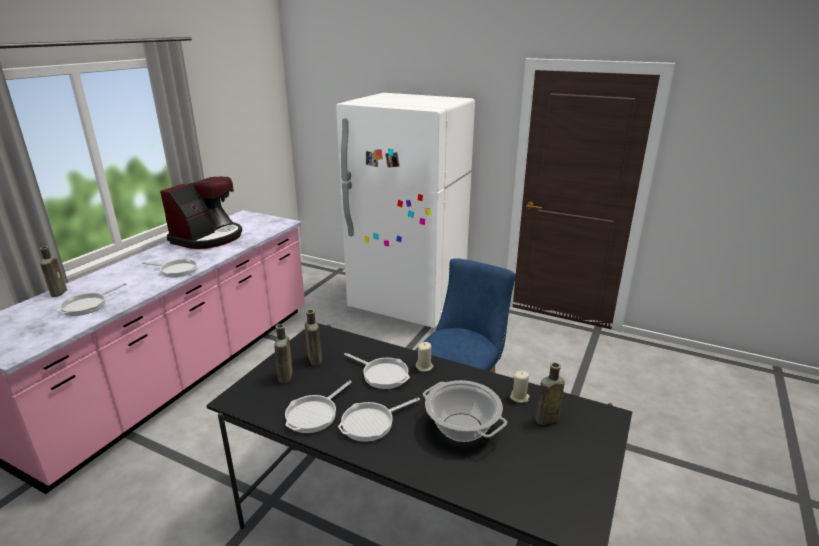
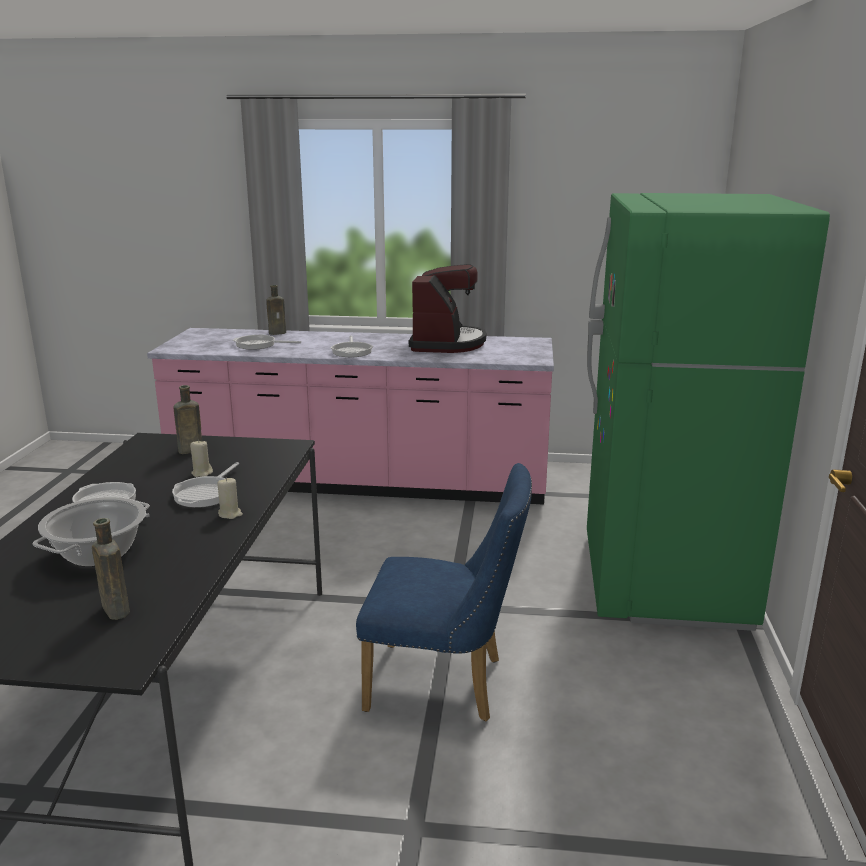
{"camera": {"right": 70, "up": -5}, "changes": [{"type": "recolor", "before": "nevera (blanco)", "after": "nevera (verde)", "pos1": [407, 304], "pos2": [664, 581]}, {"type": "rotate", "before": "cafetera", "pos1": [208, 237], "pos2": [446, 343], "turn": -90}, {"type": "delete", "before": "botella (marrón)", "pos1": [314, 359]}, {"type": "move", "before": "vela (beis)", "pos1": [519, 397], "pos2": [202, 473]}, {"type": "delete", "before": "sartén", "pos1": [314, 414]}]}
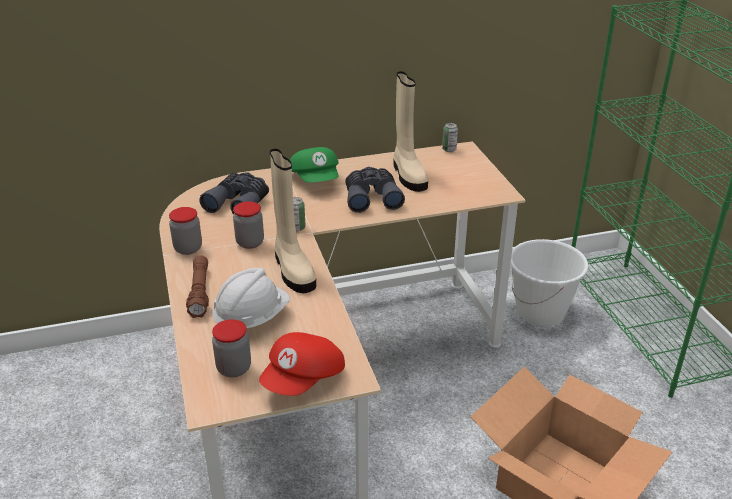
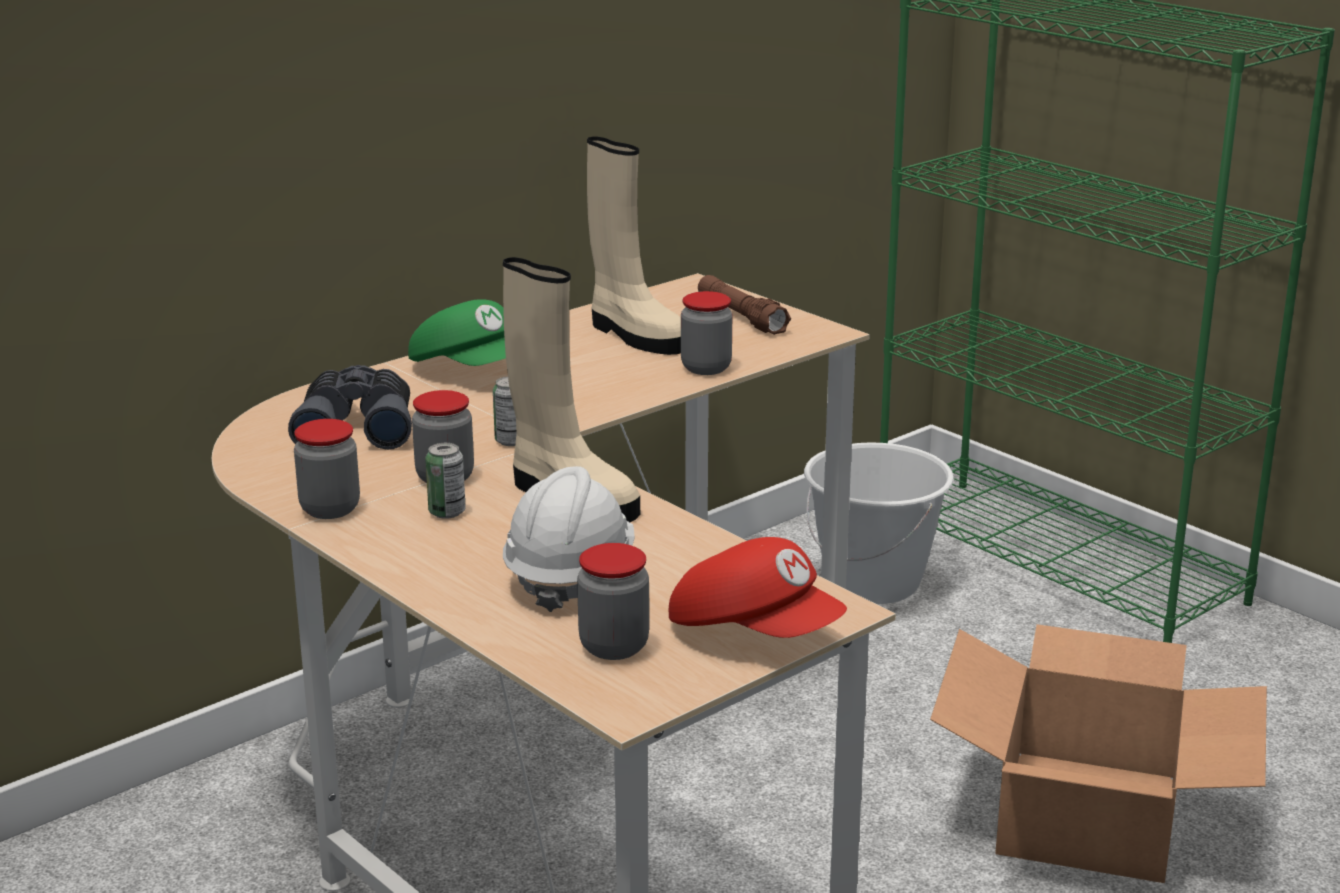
{"camera": {"right": -25, "up": -10}, "changes": [{"type": "move", "before": "lata", "pos1": [449, 149], "pos2": [447, 512]}, {"type": "delete", "before": "prismáticos (gris)", "pos1": [372, 197]}, {"type": "move", "before": "linterna (marrón)", "pos1": [200, 292], "pos2": [741, 317]}, {"type": "rotate", "before": "gorra (rojo)", "pos1": [304, 379], "pos2": [755, 631], "turn": -60}, {"type": "insert", "after": "tarro", "pos2": [706, 368]}]}
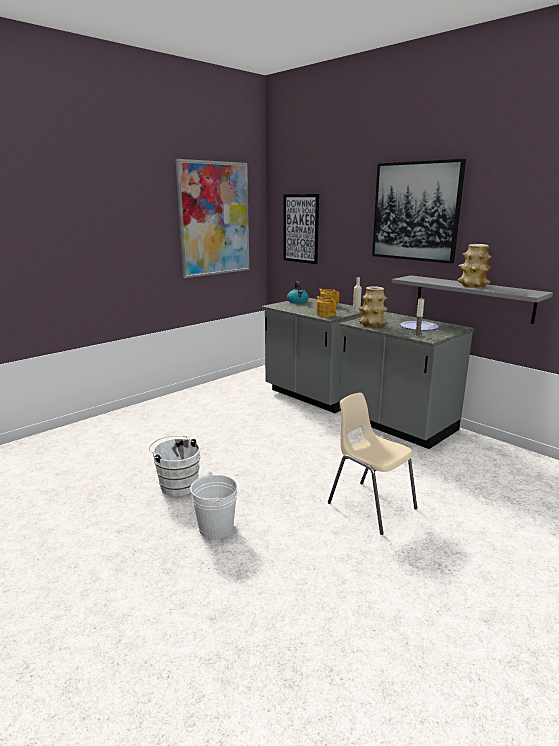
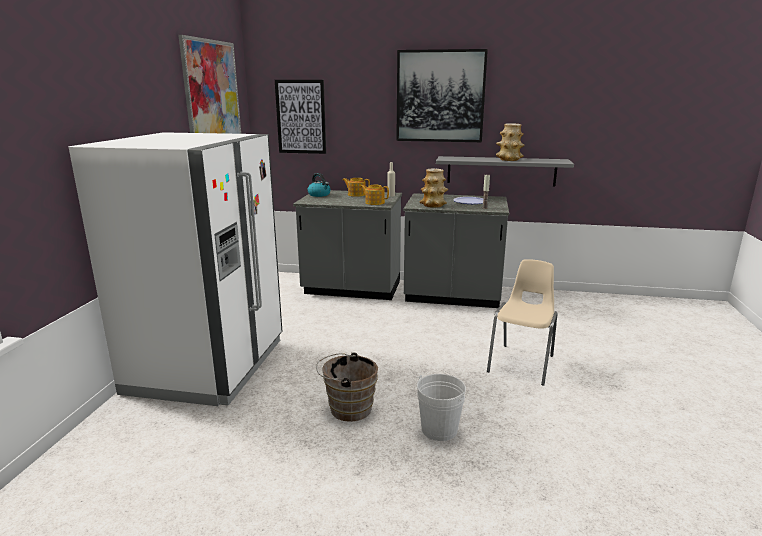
{"camera": {"right": -35, "up": 0}, "changes": [{"type": "rotate", "before": "silla (beis)", "pos1": [370, 506], "pos2": [522, 364], "turn": 105}, {"type": "recolor", "before": "cubo (blanco)", "after": "cubo (marrón)", "pos1": [177, 484], "pos2": [347, 408]}, {"type": "insert", "after": "nevera (blanco)", "pos2": [208, 366]}]}
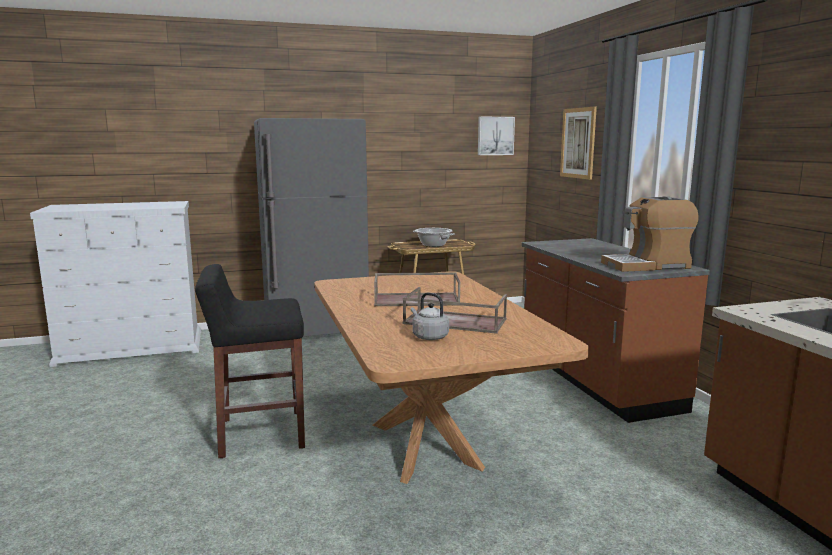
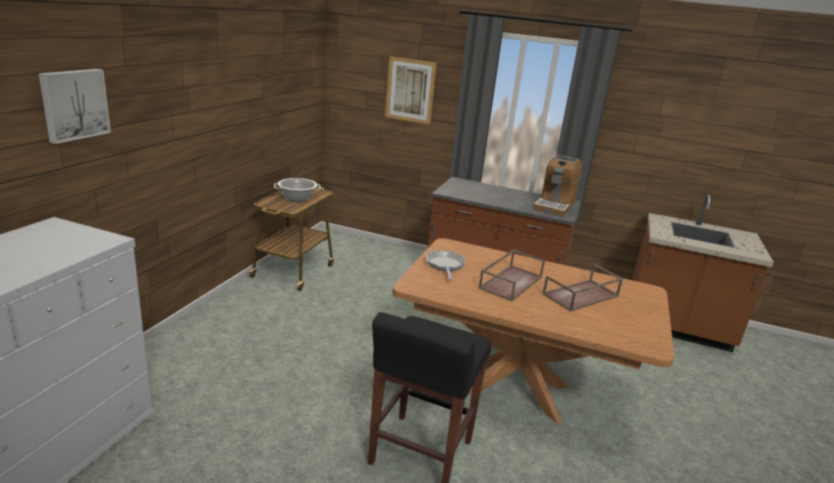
{"camera": {"right": -55, "up": 10}, "changes": [{"type": "move", "before": "cuadro", "pos1": [495, 136], "pos2": [74, 104]}, {"type": "delete", "before": "nevera (gris)", "pos1": [316, 332]}, {"type": "delete", "before": "hervidor (gris)", "pos1": [428, 336]}, {"type": "insert", "after": "sartén", "pos2": [445, 265]}]}
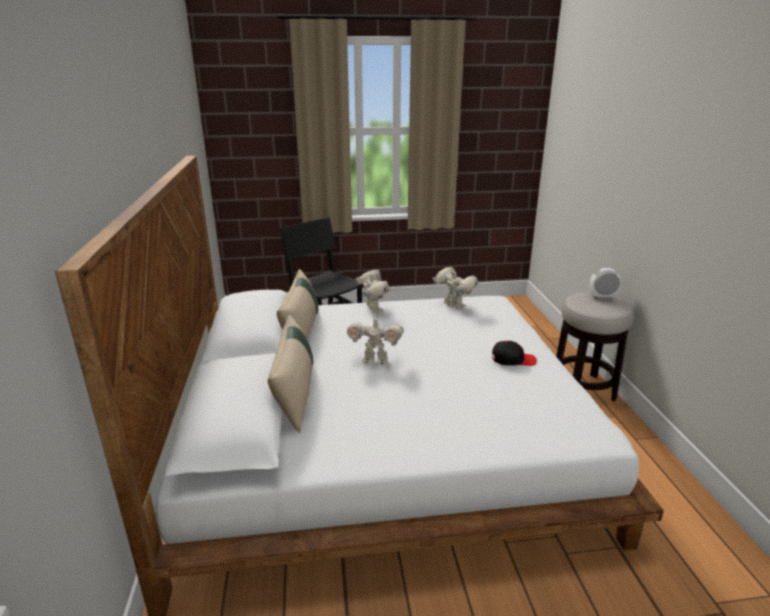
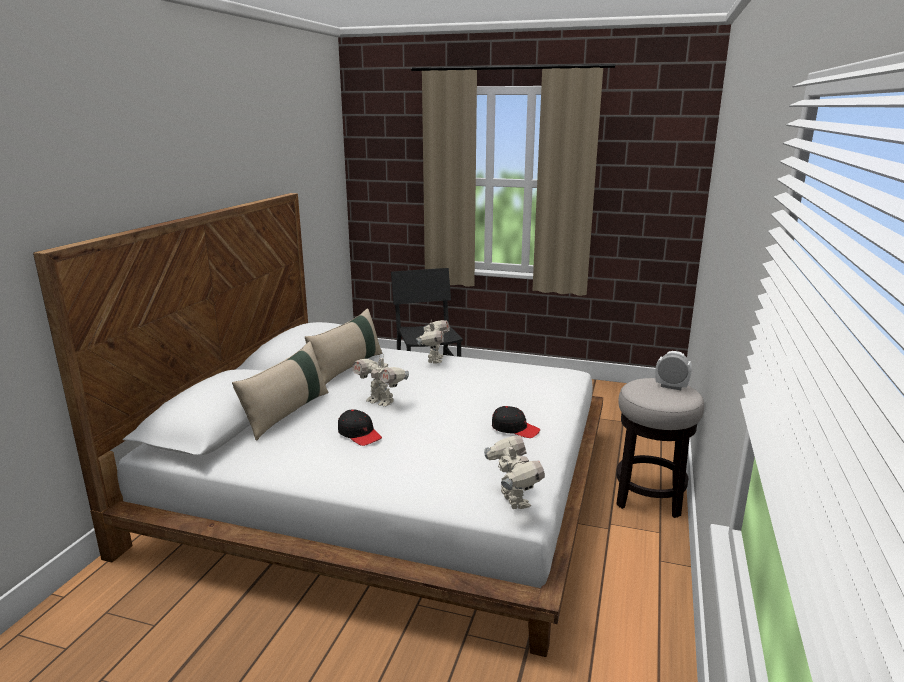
{"camera": {"right": 25, "up": -5}, "changes": [{"type": "move", "before": "robot de juguete", "pos1": [453, 306], "pos2": [512, 501]}, {"type": "insert", "after": "gorra (negro)", "pos2": [359, 434]}]}
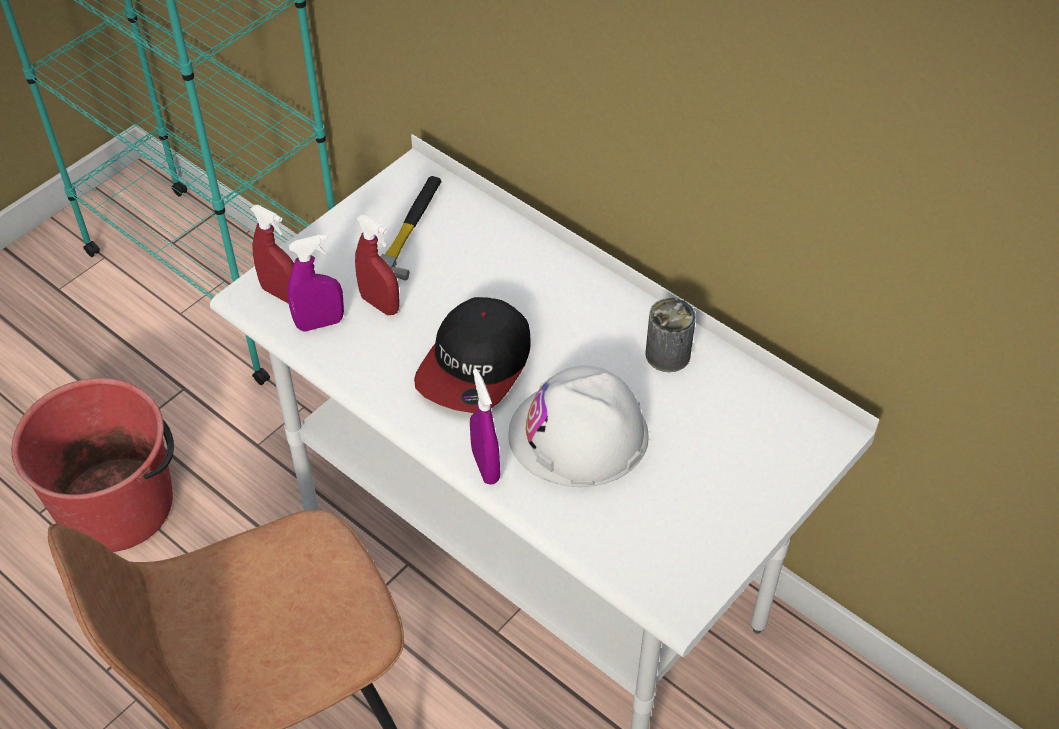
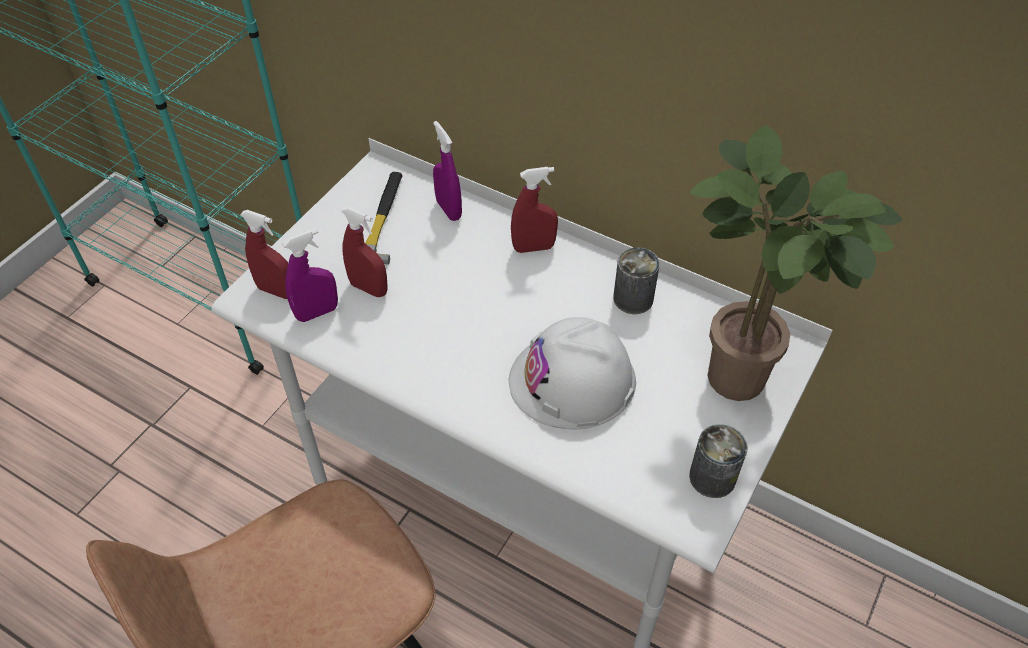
{"camera": {"right": -10, "up": 0}, "changes": [{"type": "delete", "before": "gorra", "pos1": [476, 365]}, {"type": "move", "before": "pulverizador (morado)", "pos1": [485, 466], "pos2": [448, 209]}, {"type": "delete", "before": "cubo (rojo)", "pos1": [117, 503]}, {"type": "insert", "after": "planta en maceta", "pos2": [747, 381]}, {"type": "insert", "after": "pulverizador (rojo)", "pos2": [533, 247]}, {"type": "insert", "after": "lata", "pos2": [712, 477]}]}
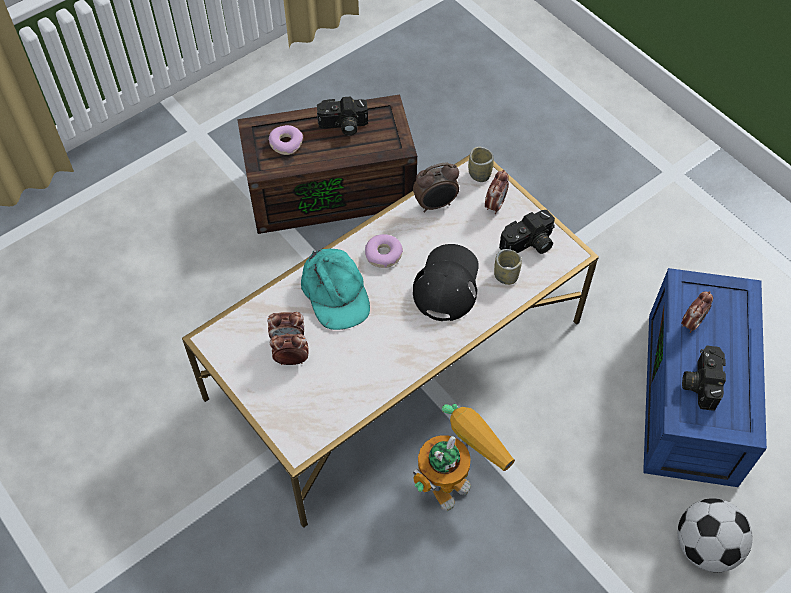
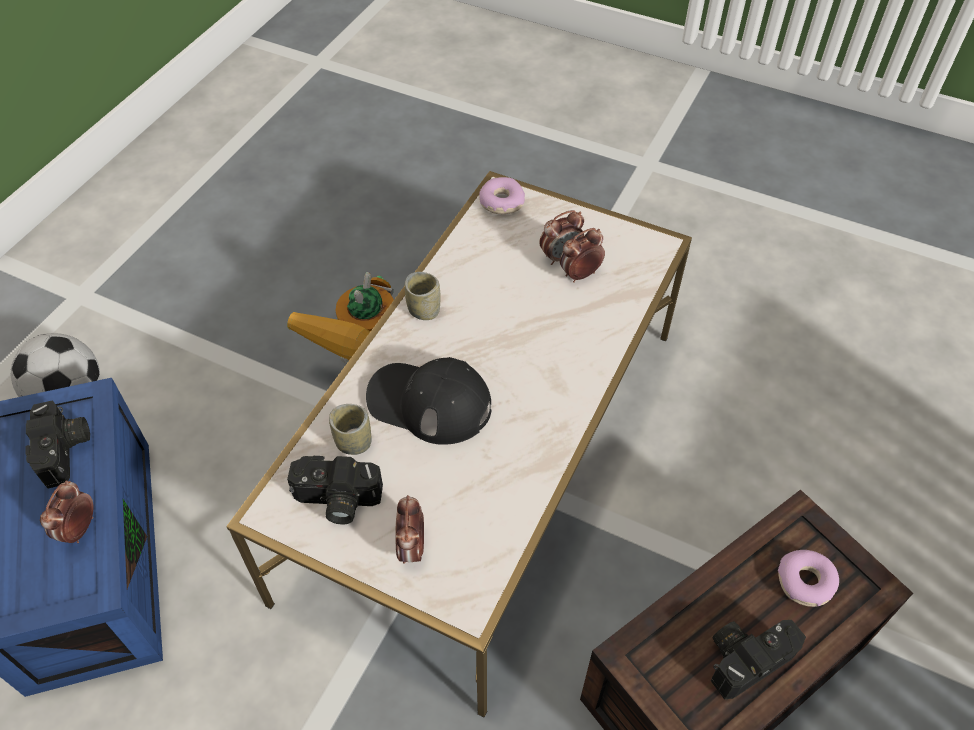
{"camera": {"right": 155, "up": -5}, "changes": [{"type": "move", "before": "taza", "pos1": [479, 174], "pos2": [424, 310]}, {"type": "delete", "before": "despertador", "pos1": [436, 205]}, {"type": "rotate", "before": "cámara", "pos1": [529, 245], "pos2": [336, 501], "turn": -120}, {"type": "move", "before": "rosquilla", "pos1": [383, 255], "pos2": [501, 202]}, {"type": "rotate", "before": "gorra (negro)", "pos1": [447, 283], "pos2": [429, 402], "turn": 120}, {"type": "delete", "before": "gorra (turquesa)", "pos1": [335, 293]}]}
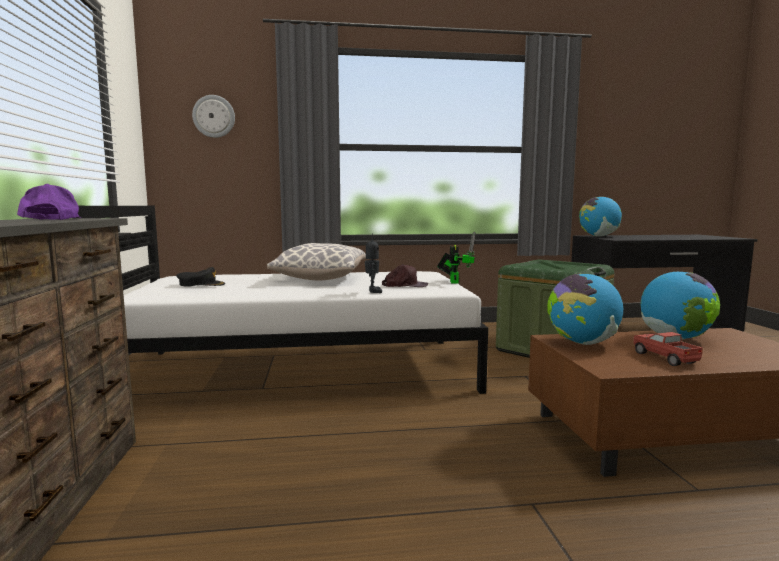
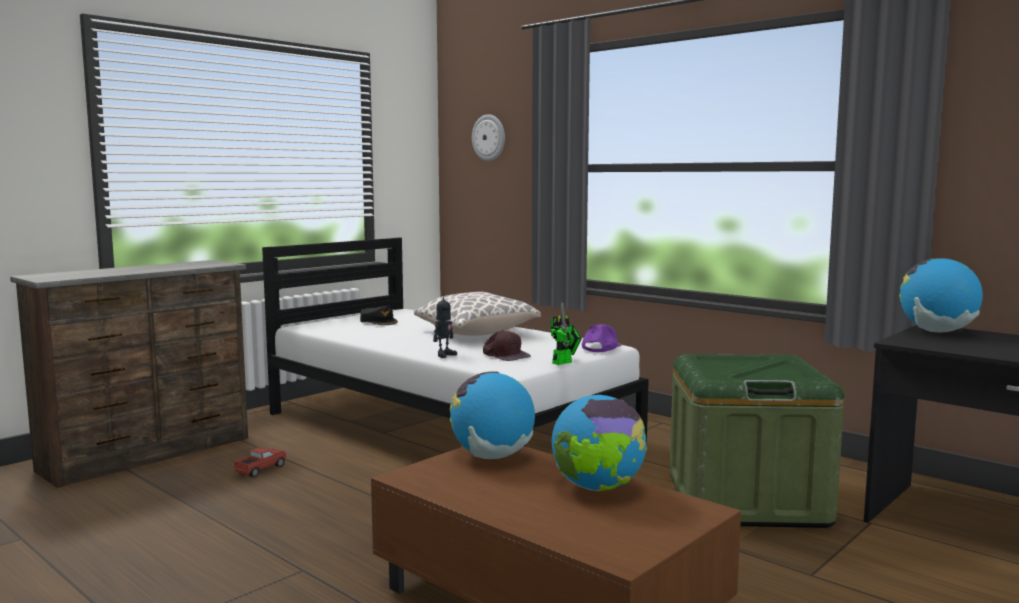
{"camera": {"right": 50, "up": 0}, "changes": [{"type": "move", "before": "gorra (morado)", "pos1": [50, 219], "pos2": [600, 347]}, {"type": "move", "before": "camión de juguete", "pos1": [665, 358], "pos2": [261, 470]}]}
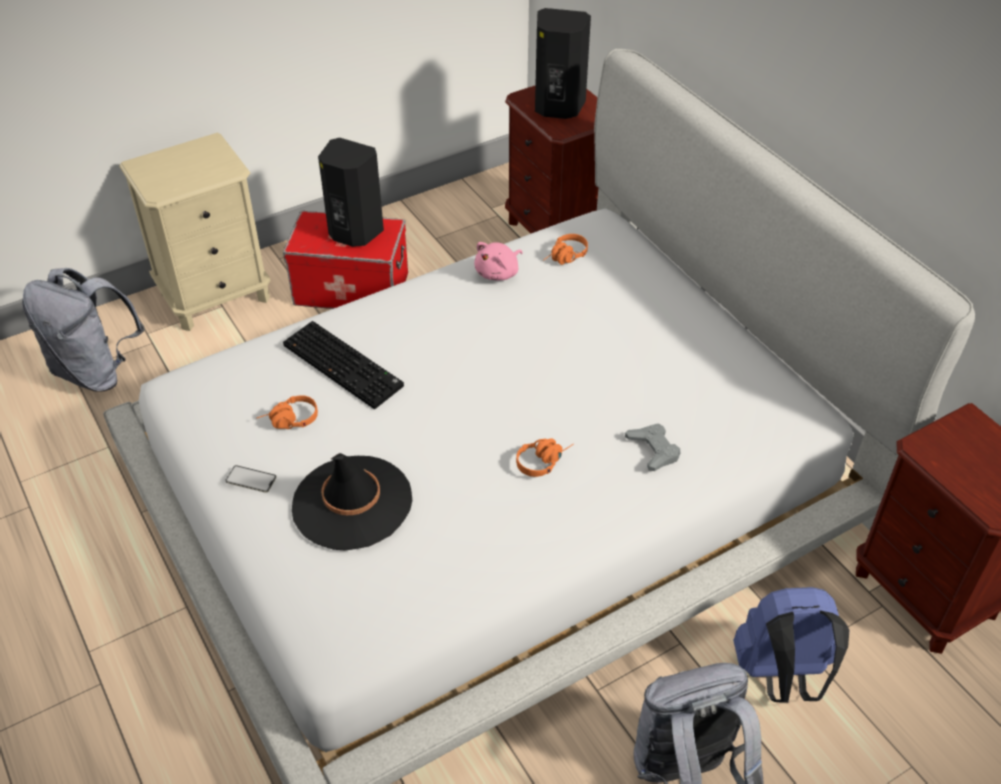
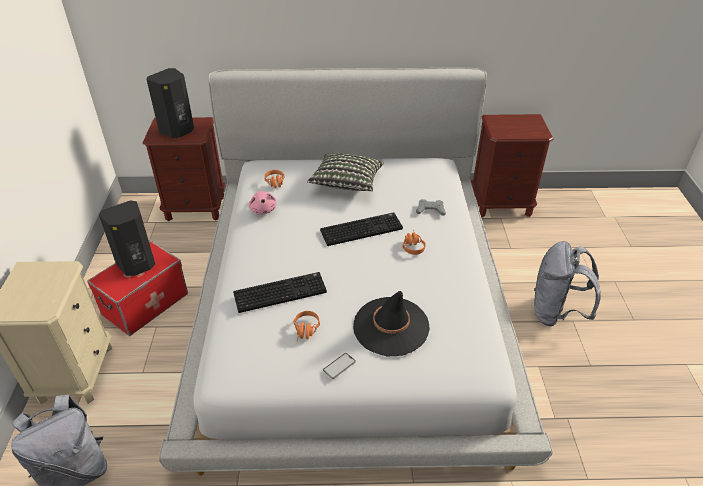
{"camera": {"right": -60, "up": -5}, "changes": [{"type": "delete", "before": "mochila (azul)", "pos1": [781, 676]}, {"type": "insert", "after": "cojín", "pos2": [346, 183]}, {"type": "insert", "after": "teclado", "pos2": [362, 229]}]}
